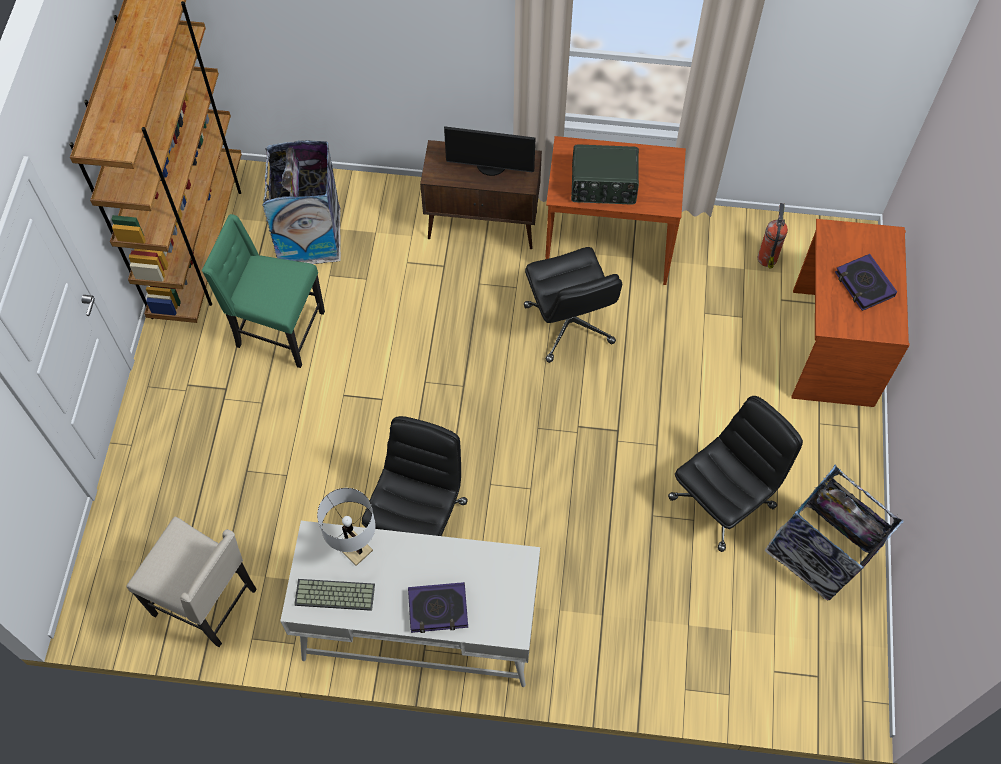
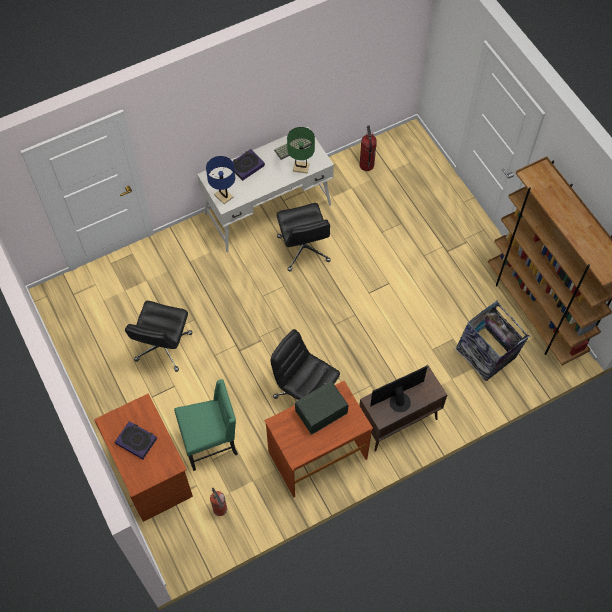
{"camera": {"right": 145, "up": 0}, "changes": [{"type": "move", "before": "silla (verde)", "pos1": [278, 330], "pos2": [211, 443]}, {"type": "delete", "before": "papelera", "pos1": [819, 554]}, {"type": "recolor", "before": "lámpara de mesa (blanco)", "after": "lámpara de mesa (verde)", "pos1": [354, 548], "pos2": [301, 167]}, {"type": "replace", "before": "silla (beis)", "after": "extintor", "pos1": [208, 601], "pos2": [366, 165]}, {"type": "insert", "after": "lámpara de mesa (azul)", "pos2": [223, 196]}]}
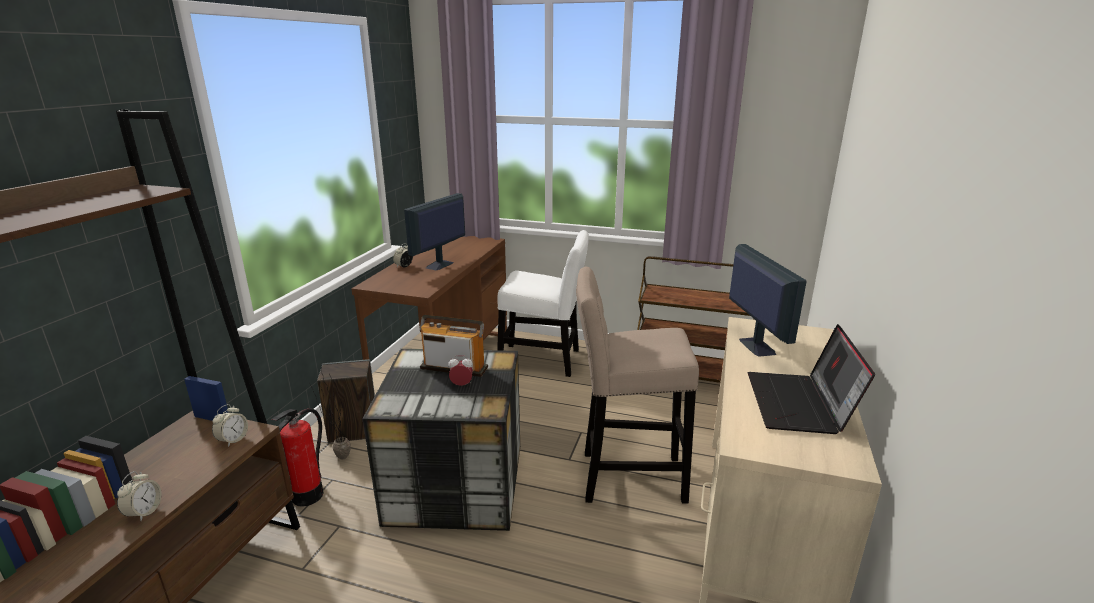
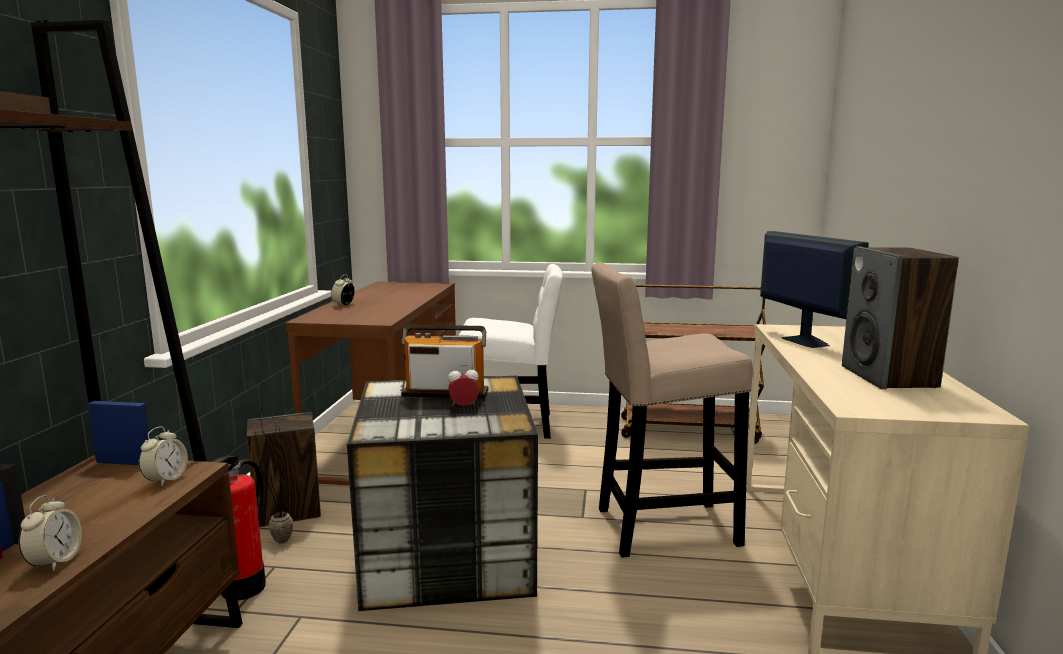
{"camera": {"right": -10, "up": -10}, "changes": [{"type": "delete", "before": "monitor", "pos1": [439, 265]}, {"type": "replace", "before": "portátil", "after": "altavoz", "pos1": [800, 405], "pos2": [889, 377]}]}
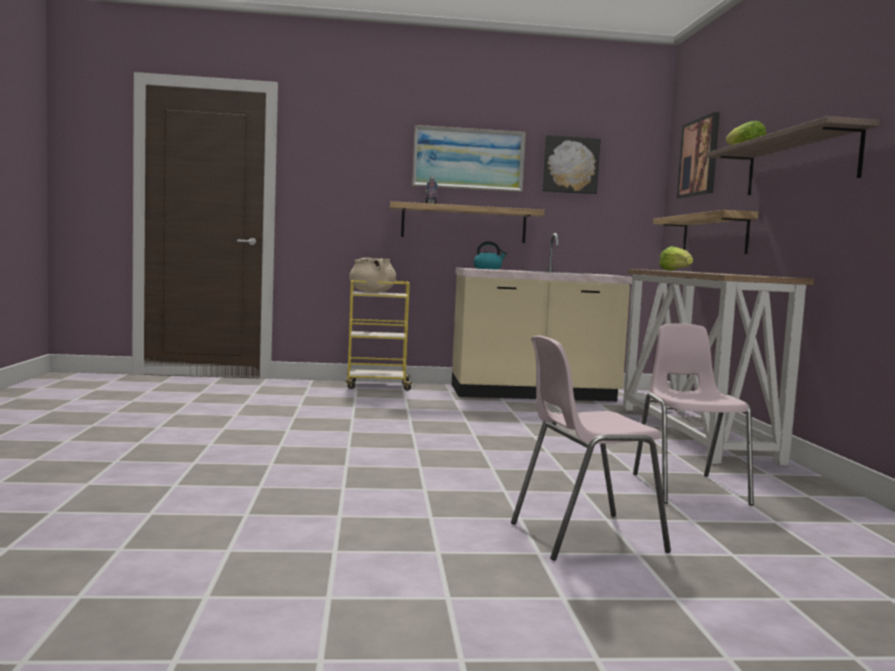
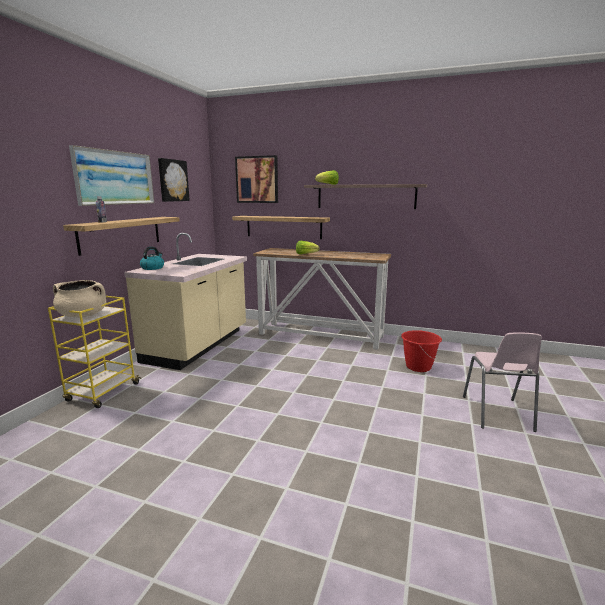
{"camera": {"right": -65, "up": 10}, "changes": [{"type": "replace", "before": "silla (rosa)", "after": "cubo (rojo)", "pos1": [688, 488], "pos2": [418, 367]}]}
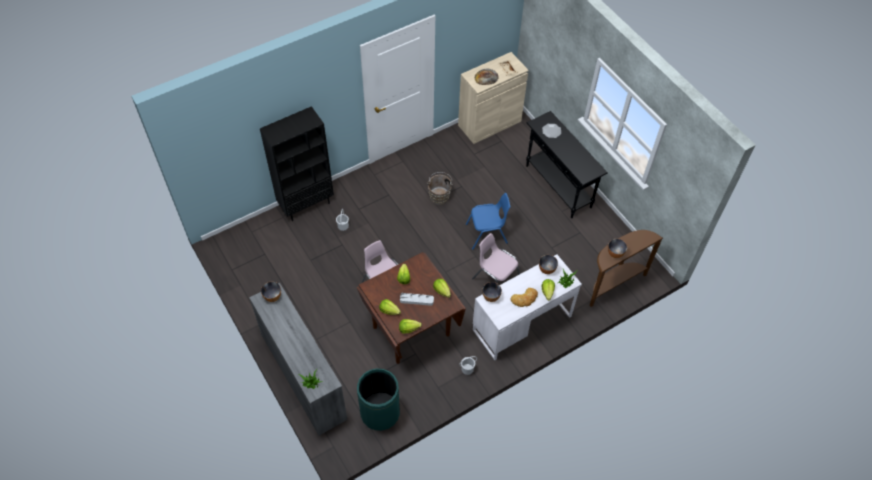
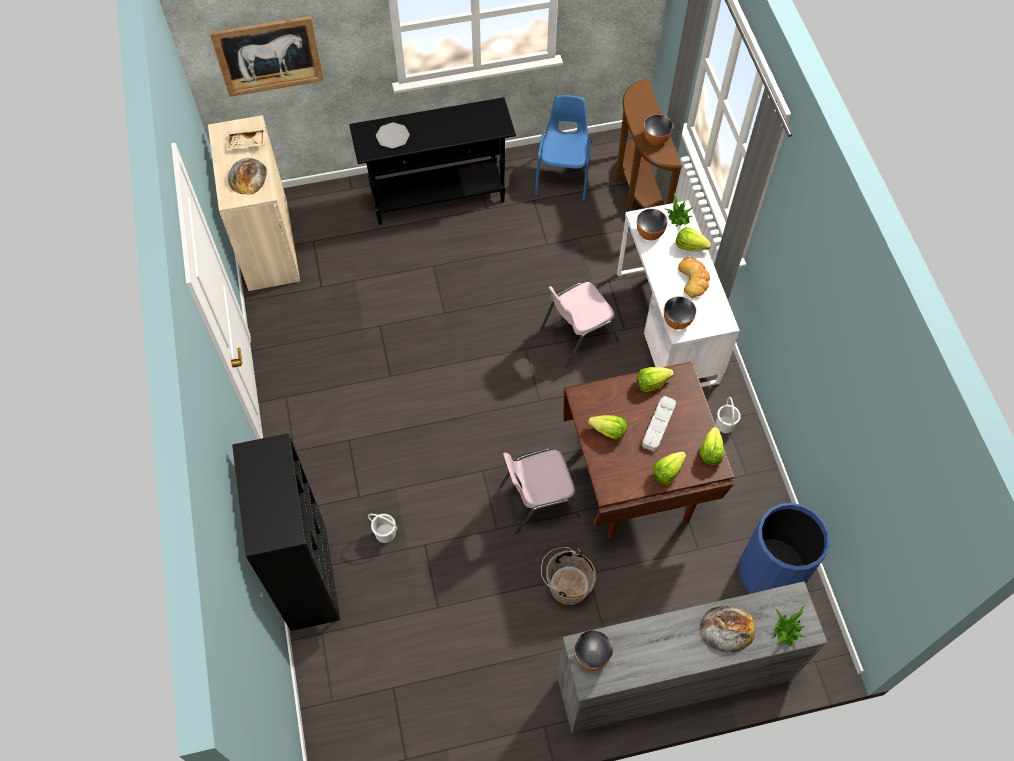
{"camera": {"right": -70, "up": 5}, "changes": [{"type": "move", "before": "cubo (marrón)", "pos1": [439, 196], "pos2": [565, 585]}, {"type": "move", "before": "silla (azul)", "pos1": [487, 234], "pos2": [563, 175]}, {"type": "recolor", "before": "papelera (verde)", "after": "papelera (azul)", "pos1": [380, 412], "pos2": [770, 573]}, {"type": "insert", "after": "cuadro", "pos2": [268, 56]}, {"type": "insert", "after": "pan", "pos2": [727, 628]}]}
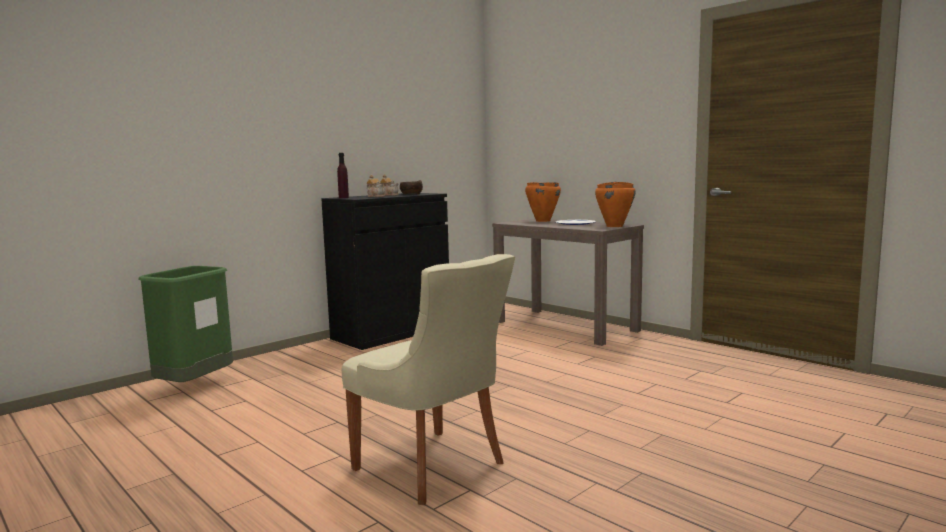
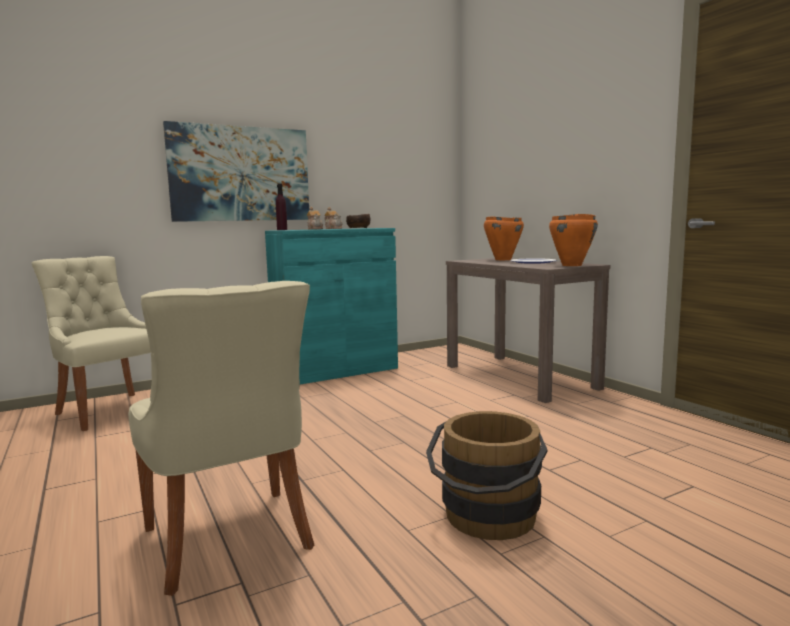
{"camera": {"right": 15, "up": 0}, "changes": [{"type": "recolor", "before": "armario (negro)", "after": "armario (turquesa)", "pos1": [392, 332], "pos2": [335, 370]}, {"type": "replace", "before": "papelera (verde)", "after": "silla (beis)", "pos1": [195, 386], "pos2": [110, 410]}, {"type": "insert", "after": "cuadro", "pos2": [240, 174]}, {"type": "insert", "after": "cubo (marrón)", "pos2": [487, 520]}]}
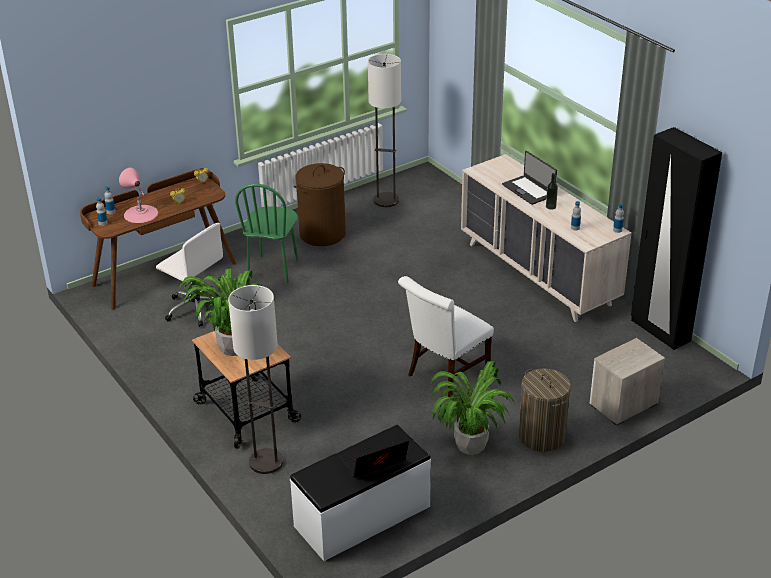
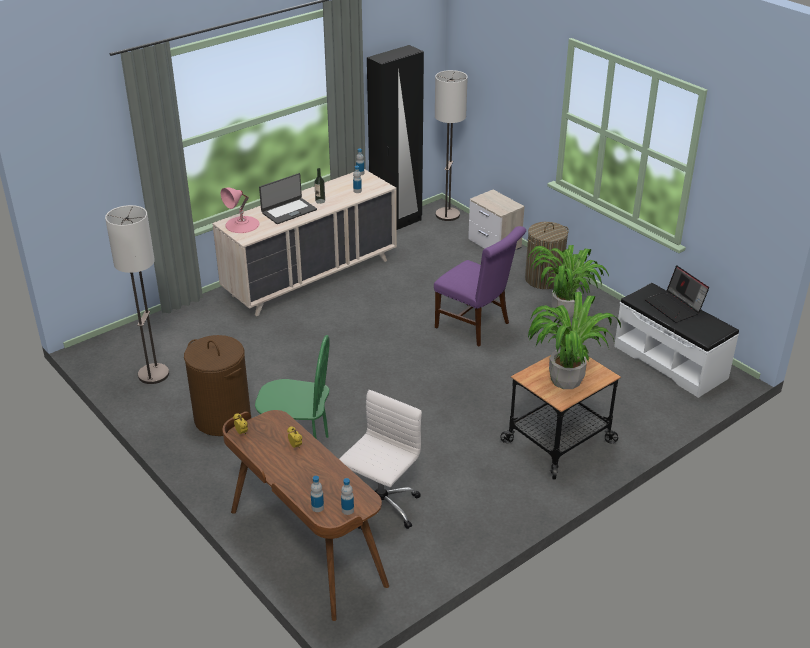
{"camera": {"right": -95, "up": 0}, "changes": [{"type": "move", "before": "lámpara de mesa (rosa)", "pos1": [140, 214], "pos2": [242, 224]}, {"type": "recolor", "before": "silla (blanco)", "after": "silla (morado)", "pos1": [444, 376], "pos2": [476, 326]}, {"type": "move", "before": "lámpara de pie", "pos1": [266, 462], "pos2": [447, 215]}]}
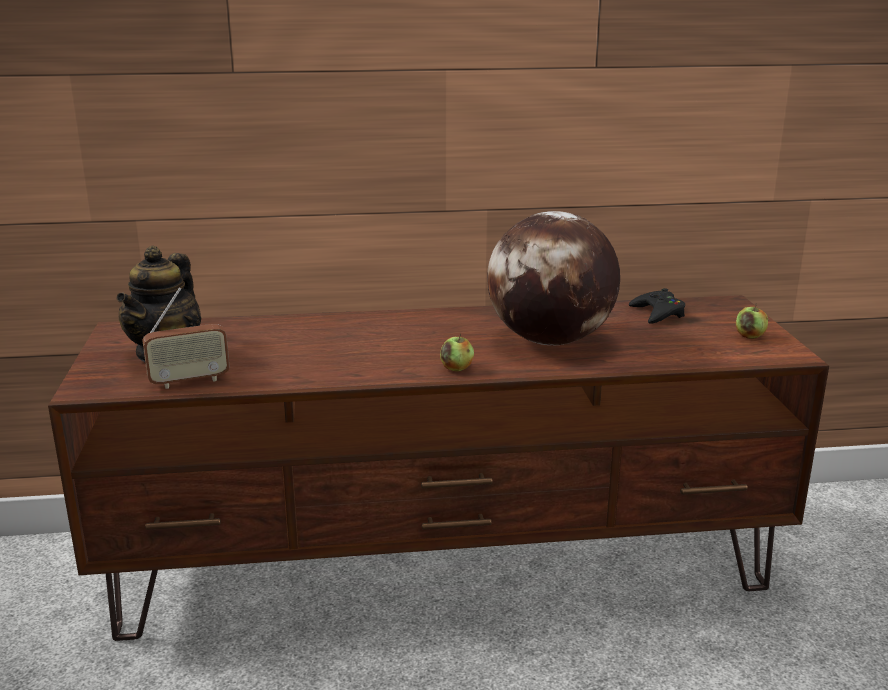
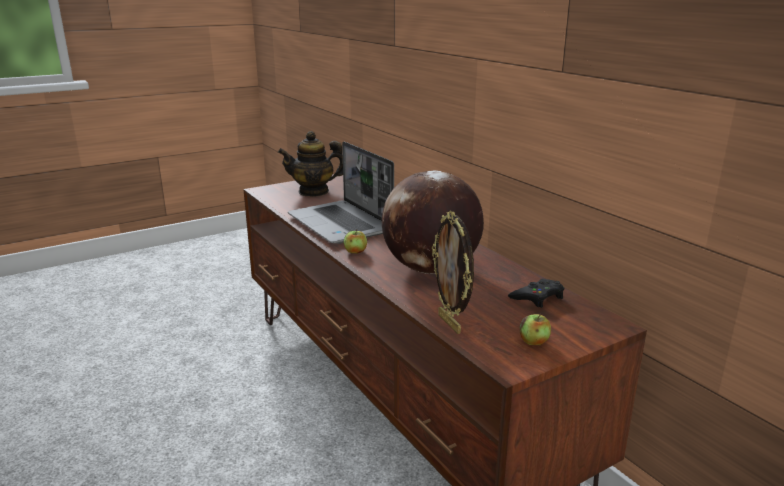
{"camera": {"right": 65, "up": 0}, "changes": [{"type": "delete", "before": "radio", "pos1": [189, 381]}, {"type": "insert", "after": "portátil", "pos2": [341, 224]}, {"type": "insert", "after": "portarretratos", "pos2": [450, 323]}]}
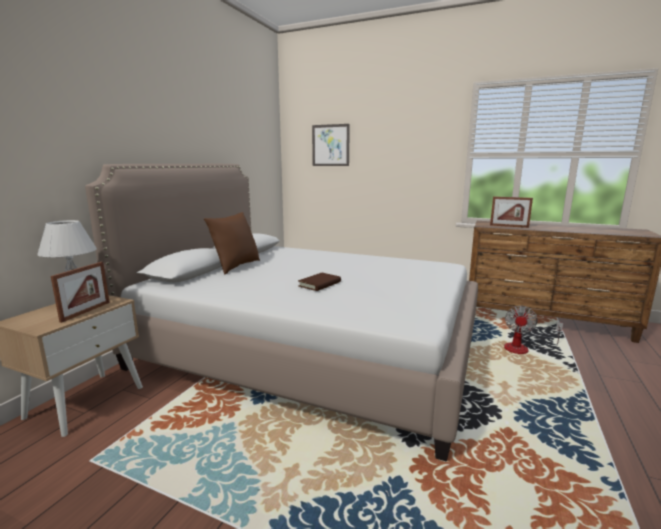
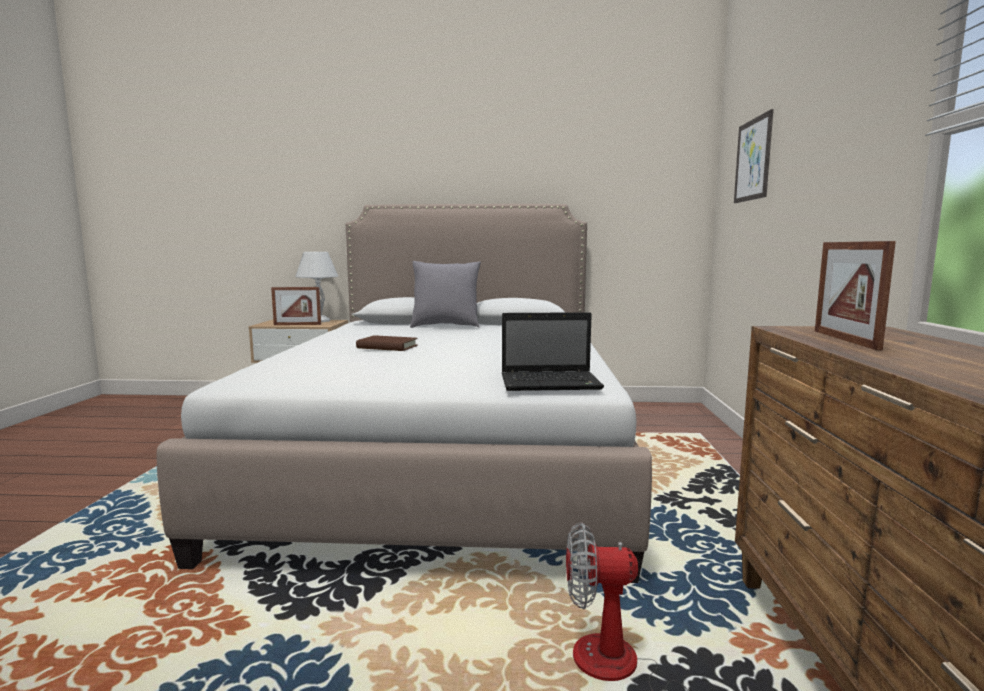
{"camera": {"right": 70, "up": -5}, "changes": [{"type": "recolor", "before": "cojín (marrón)", "after": "cojín (gris)", "pos1": [235, 266], "pos2": [445, 326]}, {"type": "insert", "after": "portátil", "pos2": [552, 383]}]}
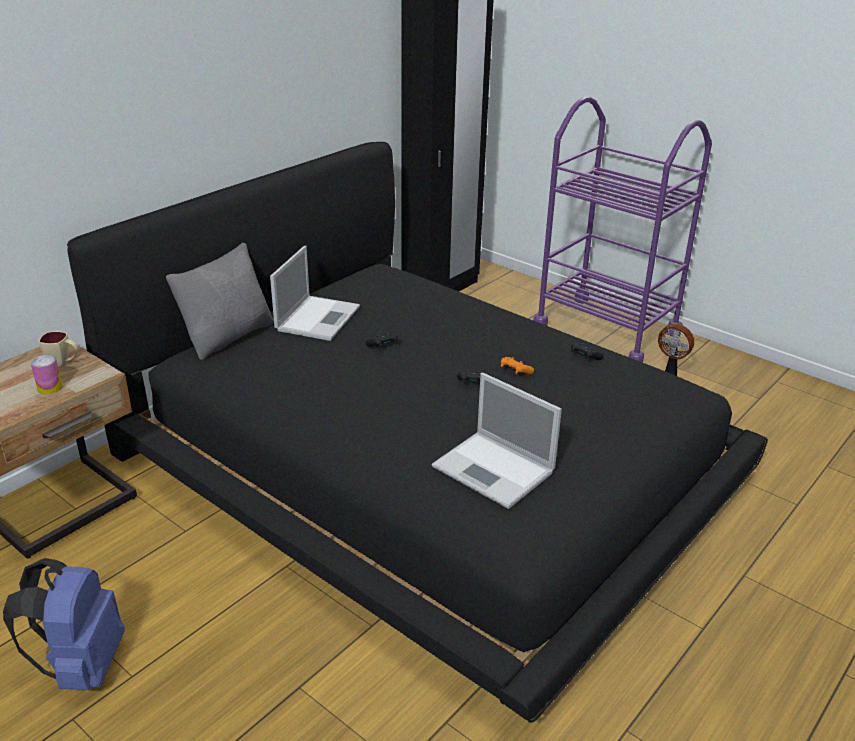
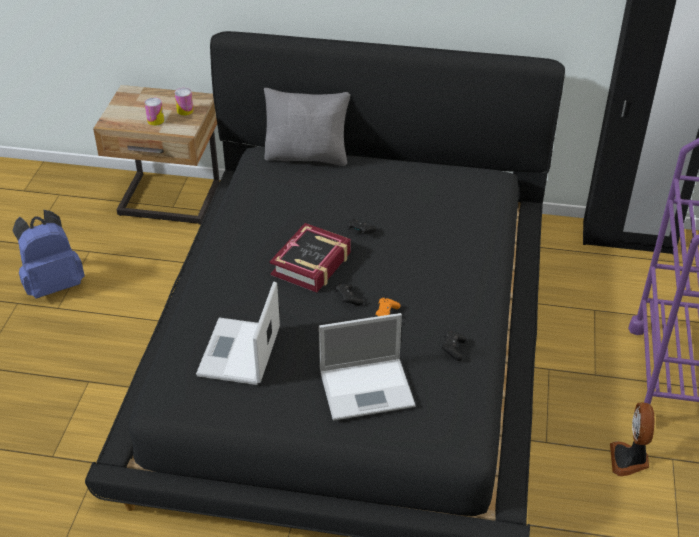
{"camera": {"right": 60, "up": 10}, "changes": [{"type": "move", "before": "portátil", "pos1": [318, 318], "pos2": [368, 388]}, {"type": "replace", "before": "taza grande (beis)", "after": "lata", "pos1": [64, 363], "pos2": [185, 111]}, {"type": "insert", "after": "libro", "pos2": [311, 264]}]}
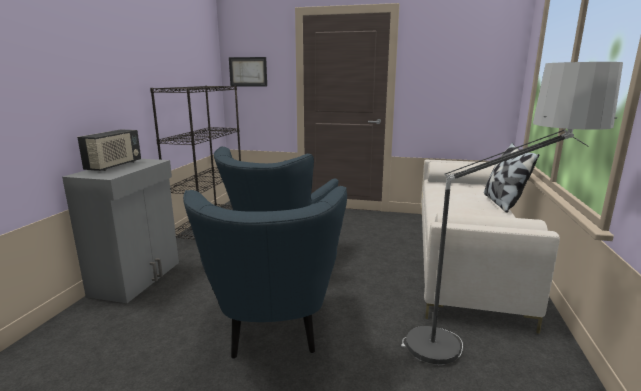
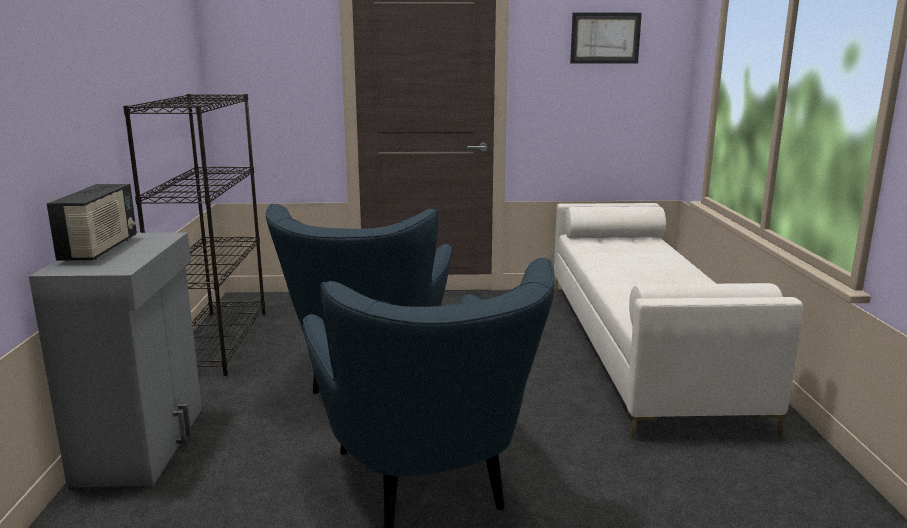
{"camera": {"right": -15, "up": 0}, "changes": [{"type": "move", "before": "cuadro", "pos1": [248, 71], "pos2": [605, 38]}, {"type": "delete", "before": "lámpara de pie", "pos1": [477, 353]}, {"type": "delete", "before": "cojín", "pos1": [502, 203]}]}
